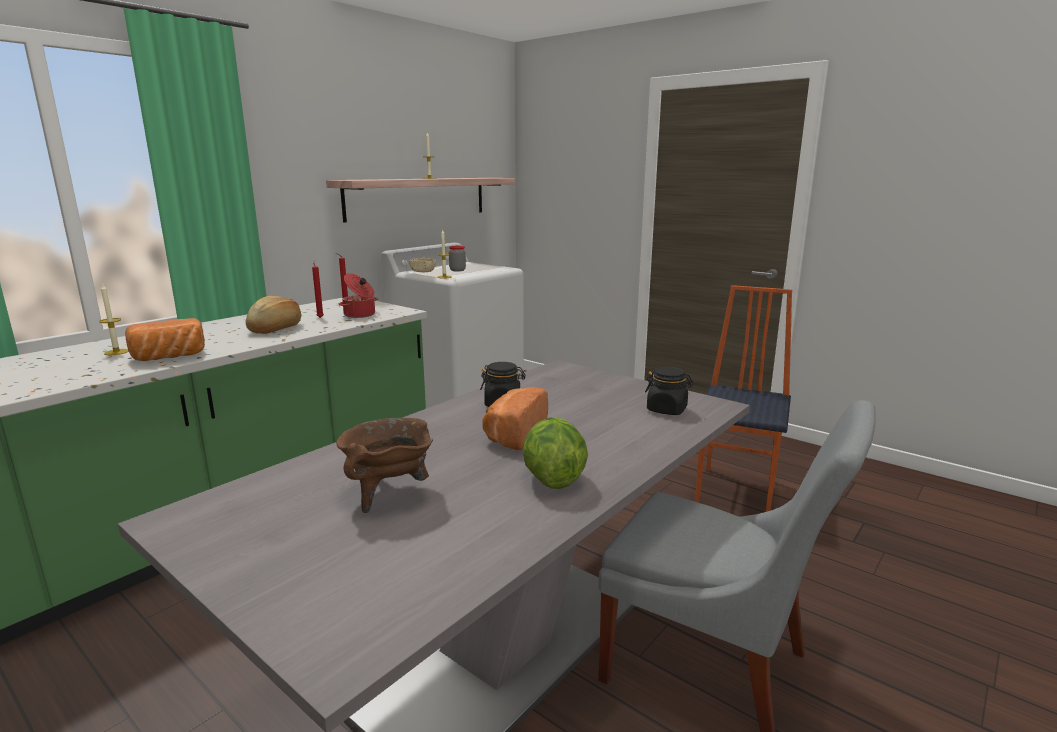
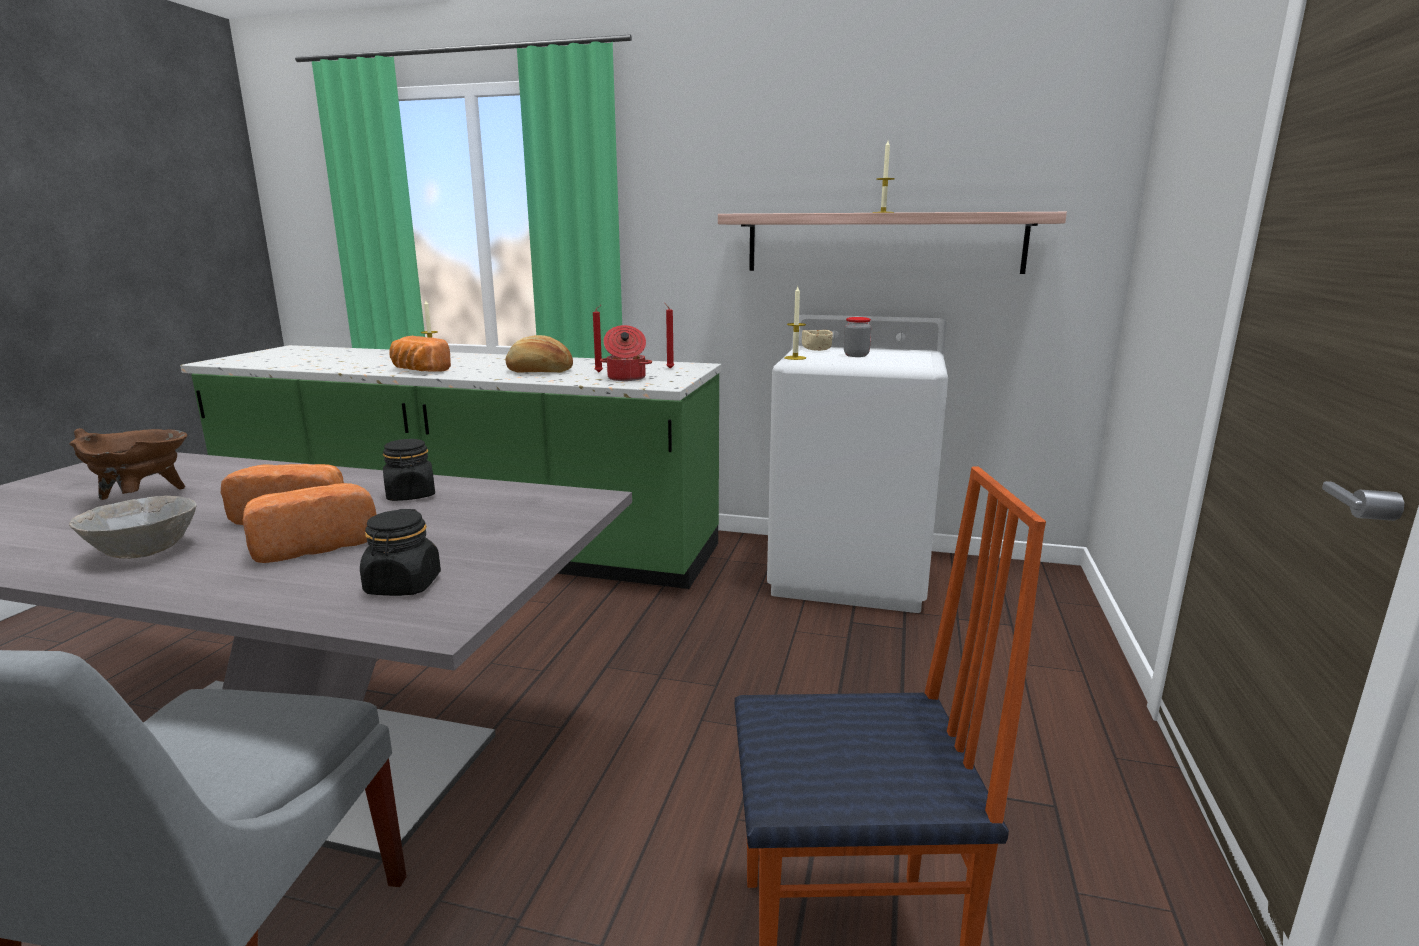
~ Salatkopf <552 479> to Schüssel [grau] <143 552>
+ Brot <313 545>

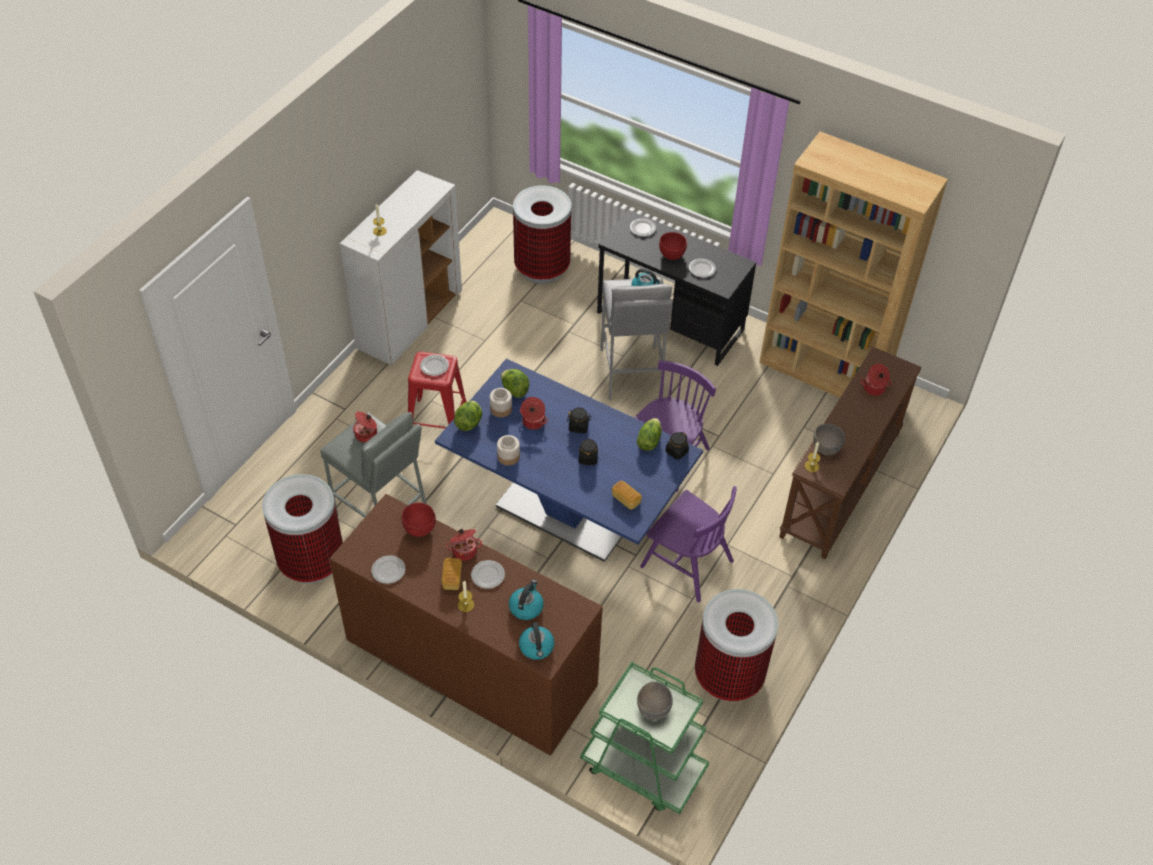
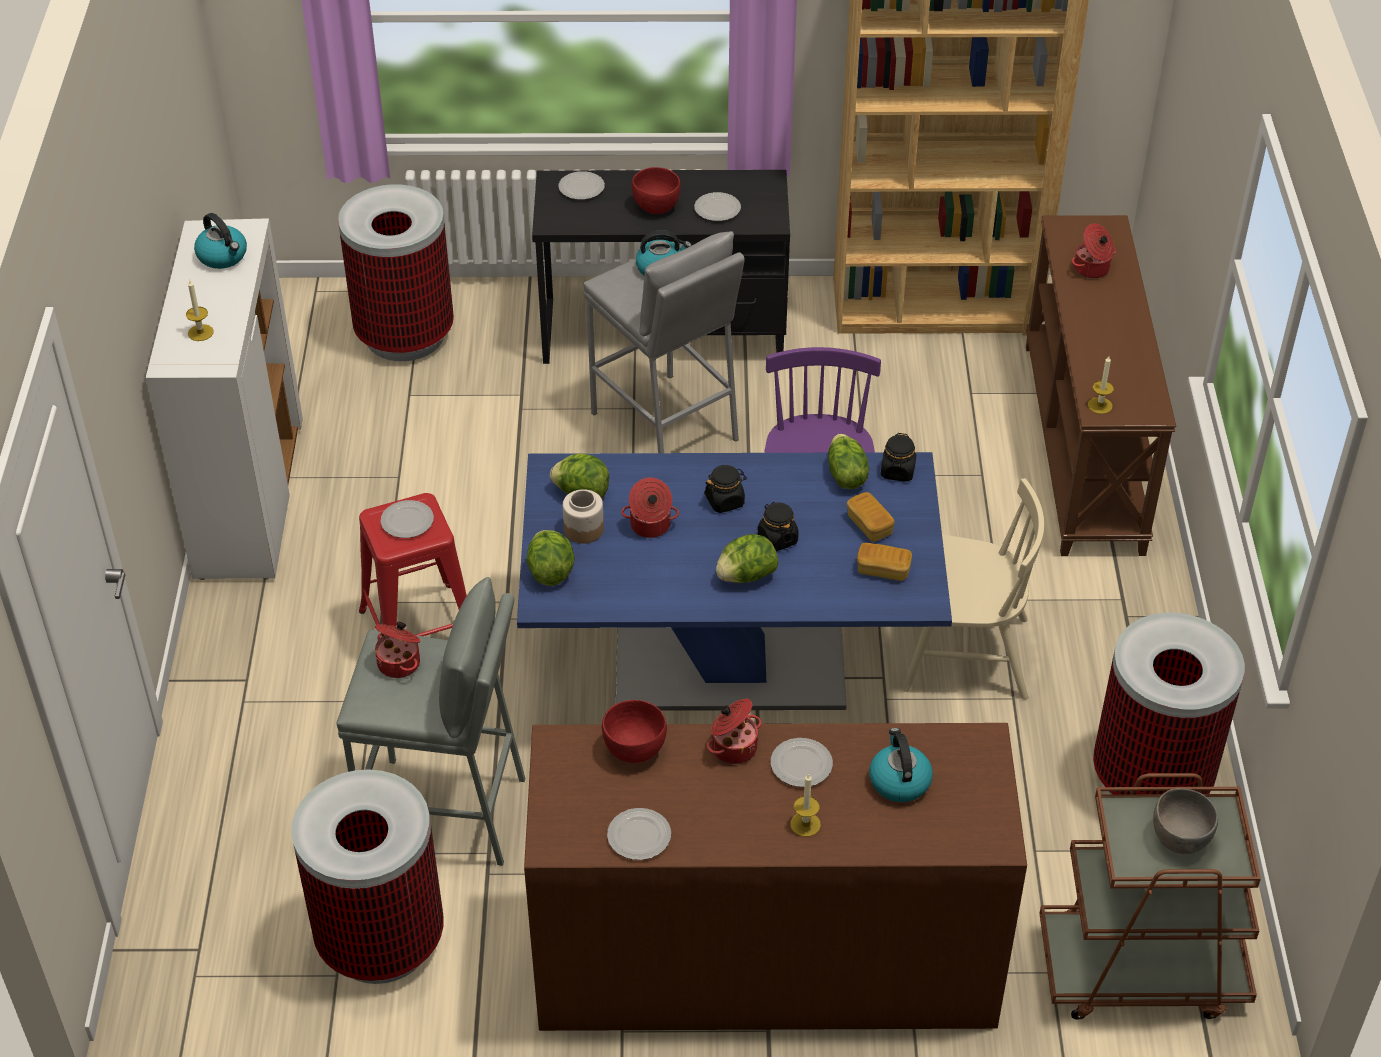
- Schüssel [grau] <826 448>
- Vorratsglas <508 457>
~ Stuhl [lila] <686 563> to Stuhl [beige] <964 653>
~ Brot <452 578> to <869 525>
~ Wasserkessel <537 647> to <223 256>
~ Rollwagen [grün] <643 767> to Rollwagen [braun] <1140 970>
+ Salatkopf <746 576>

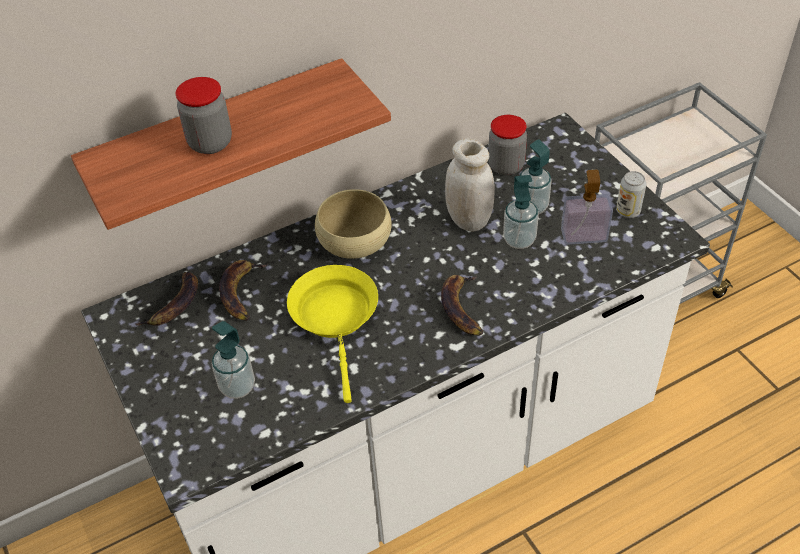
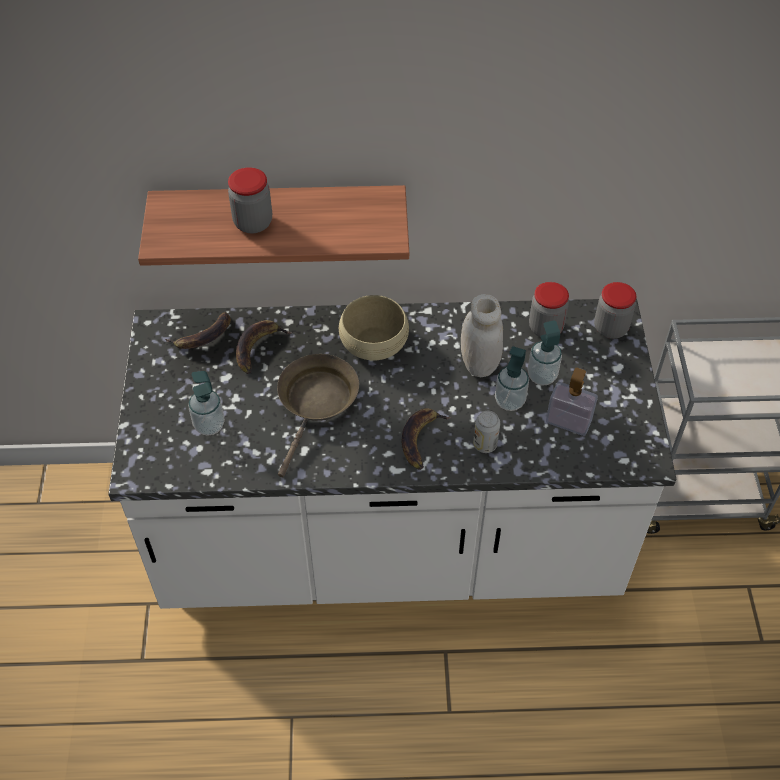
~ Dose <628 211> to <485 444>
~ Pfanne [gelb] <336 318> to Pfanne [braun] <316 403>
+ Vorratsglas <610 328>

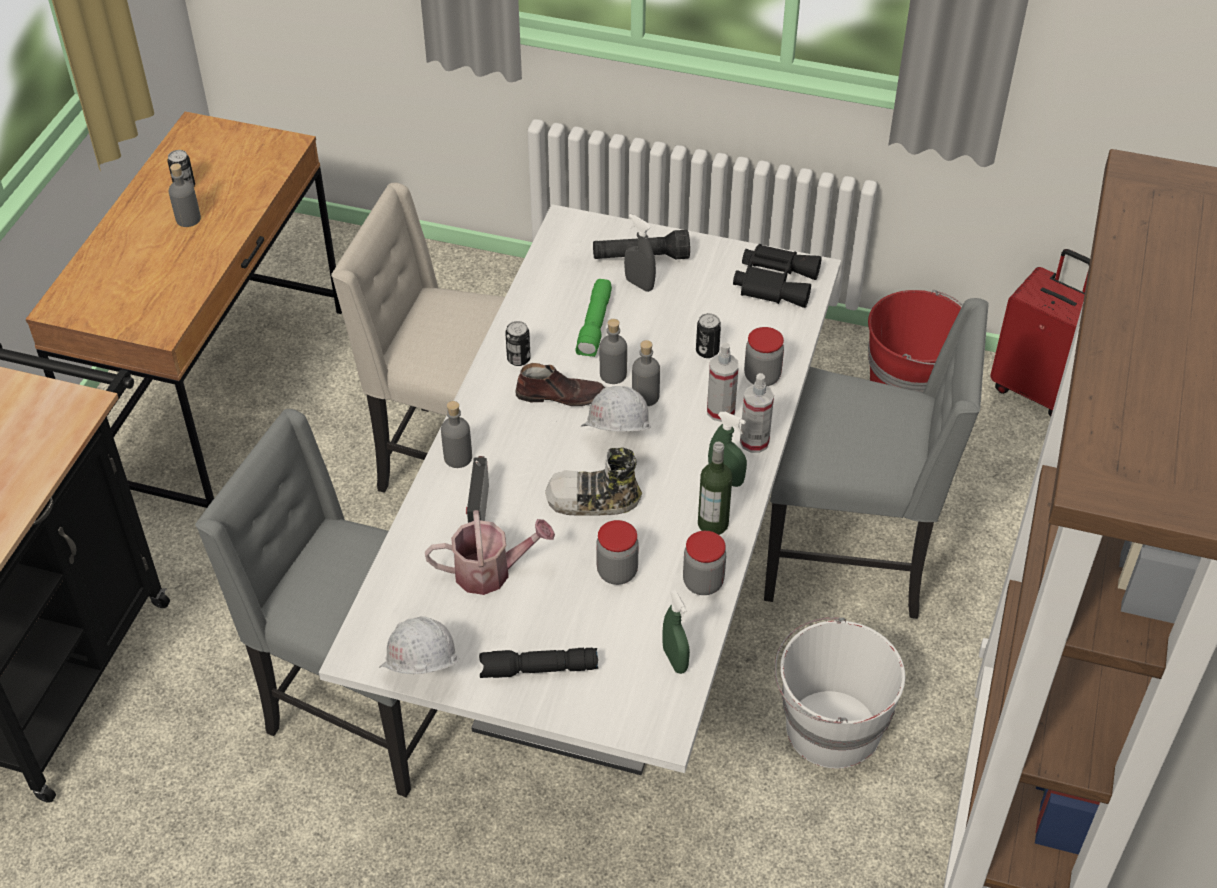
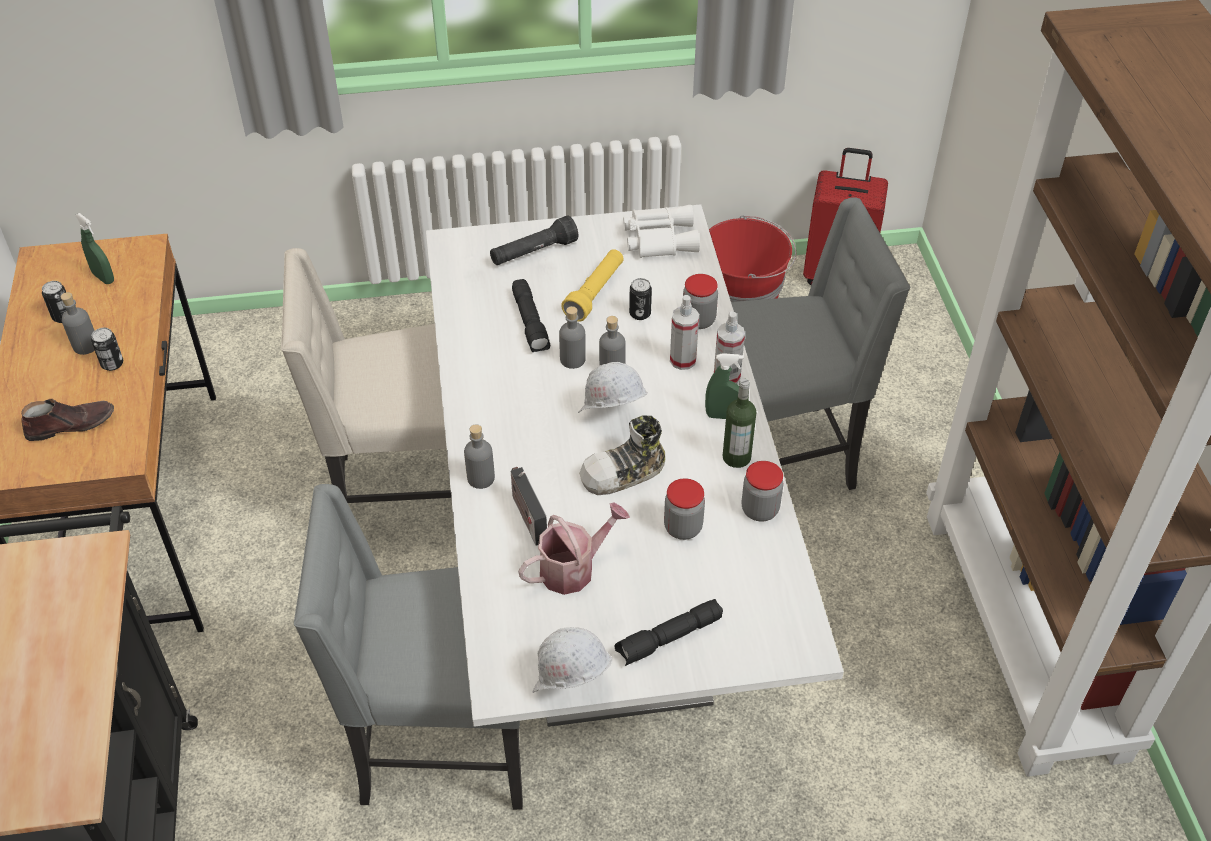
- Sprühflasche [grau] <639 284>
~ Fernglas [schwarz] <774 281> to Fernglas [weiß] <658 238>
~ Taschenlampe [grün] <595 326> to Taschenlampe [schwarz] <531 323>
~ Dose <518 359> to <112 364>
~ Schuh [braun] <561 395> to <71 424>
~ Sprühflasche [grün] <675 660> to <103 277>
- Eimer [weiß] <830 729>
+ Taschenlampe [gelb] <595 293>

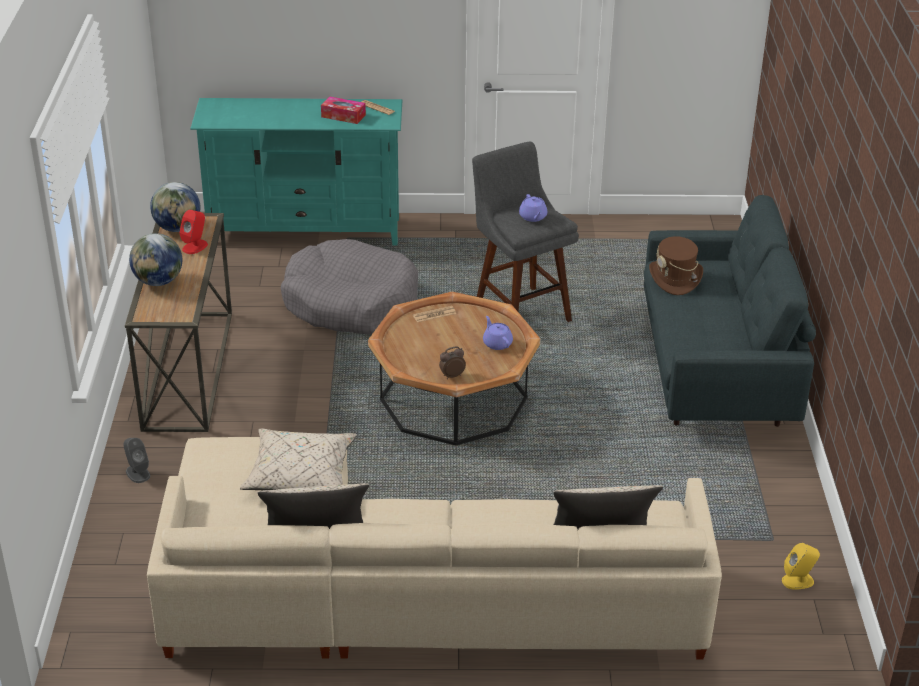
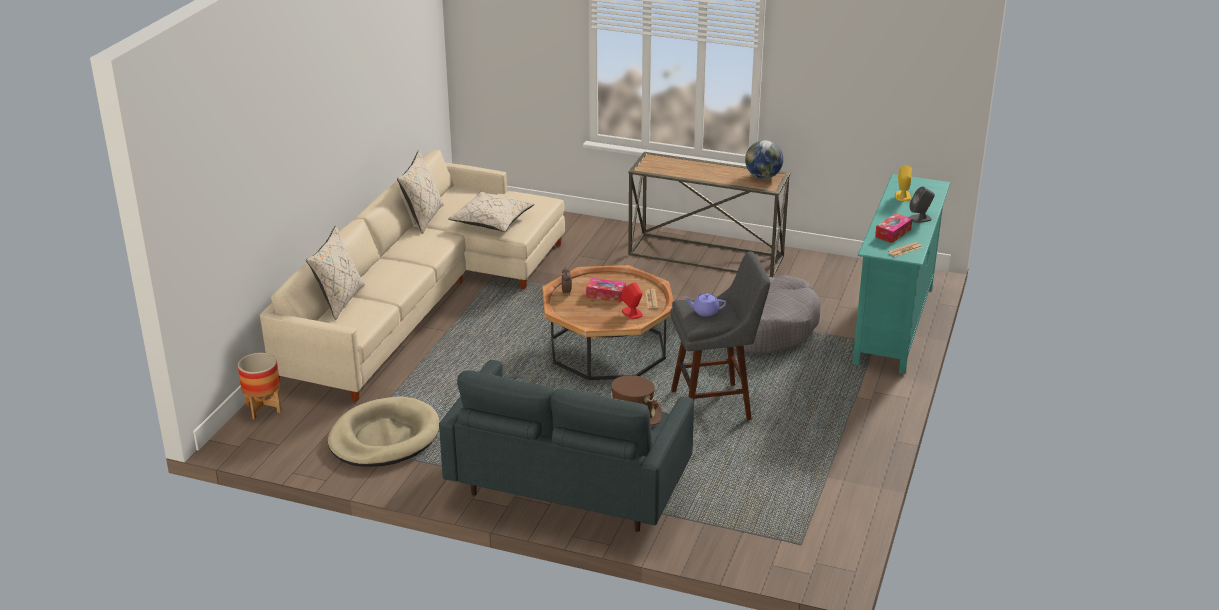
~ Lautsprecher [rot] <195 246> to <632 313>
- Globus <158 282>
- Teekanne [lila] <497 343>
~ Lautsprecher [grau] <137 473> to <920 218>
~ Lautsprecher [gelb] <798 581> to <903 196>
+ Taschentuchbox <606 295>
+ Pflanzkübel <263 408>
+ Hundebett [beige] <384 437>

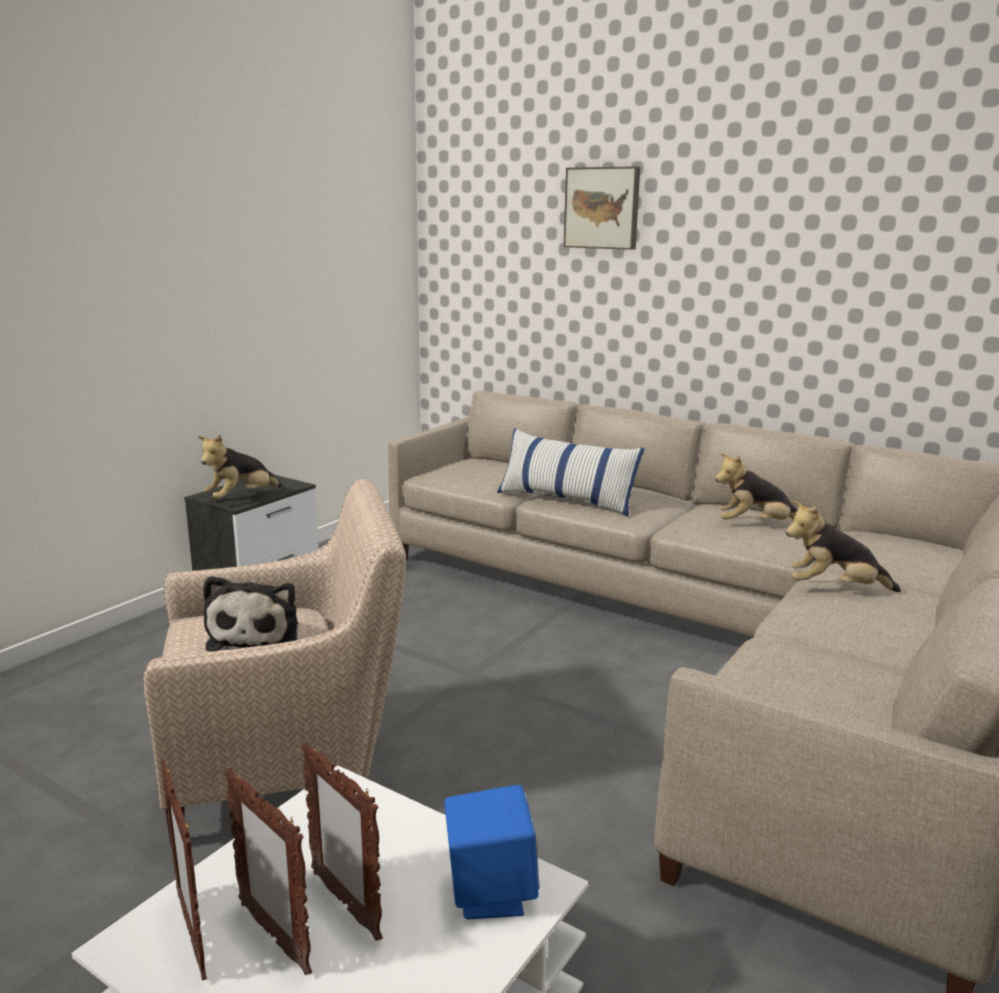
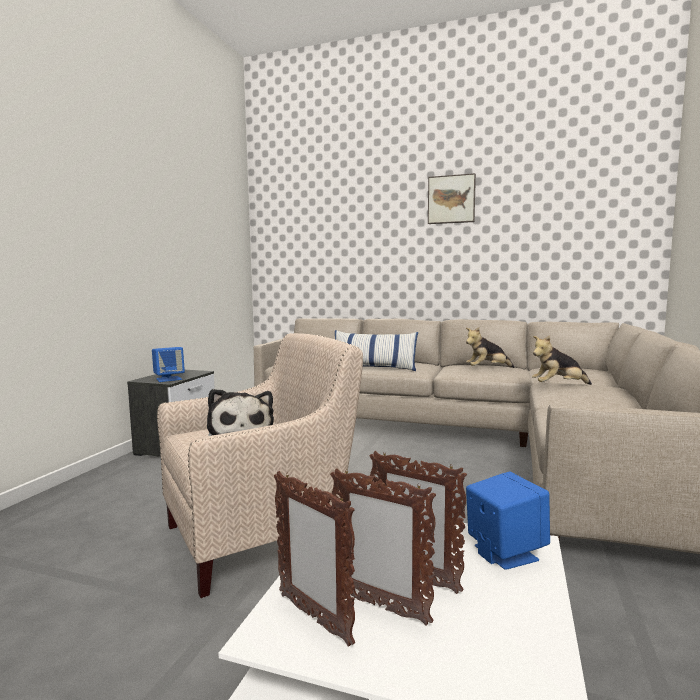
~ Bild <602 208> to <451 199>
~ Plüschtier <241 498> to Lautsprecher [blau] <169 379>

